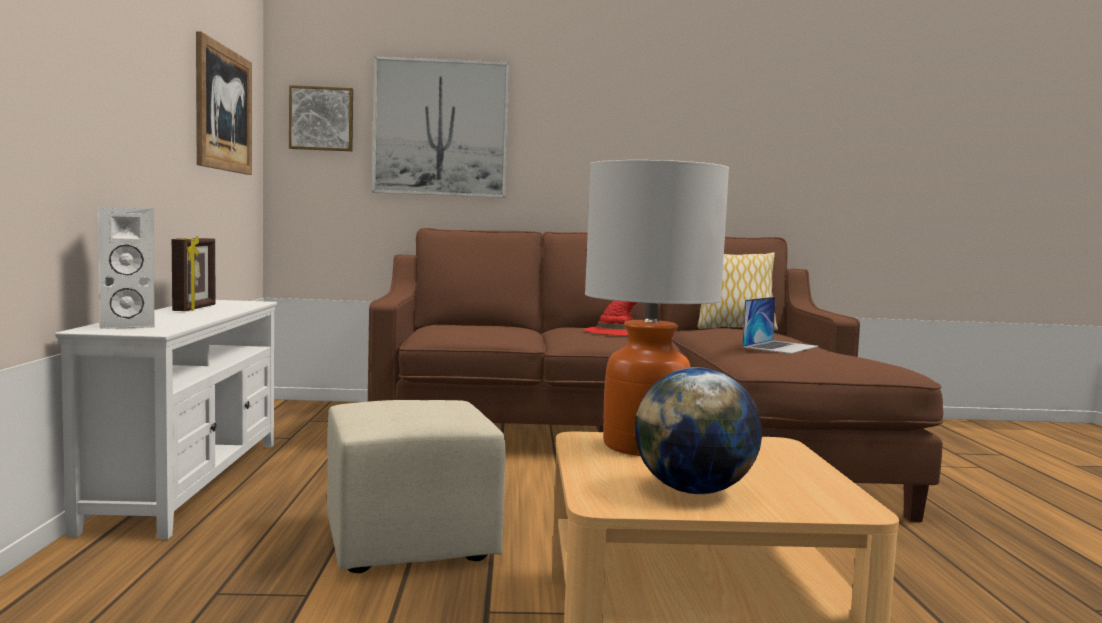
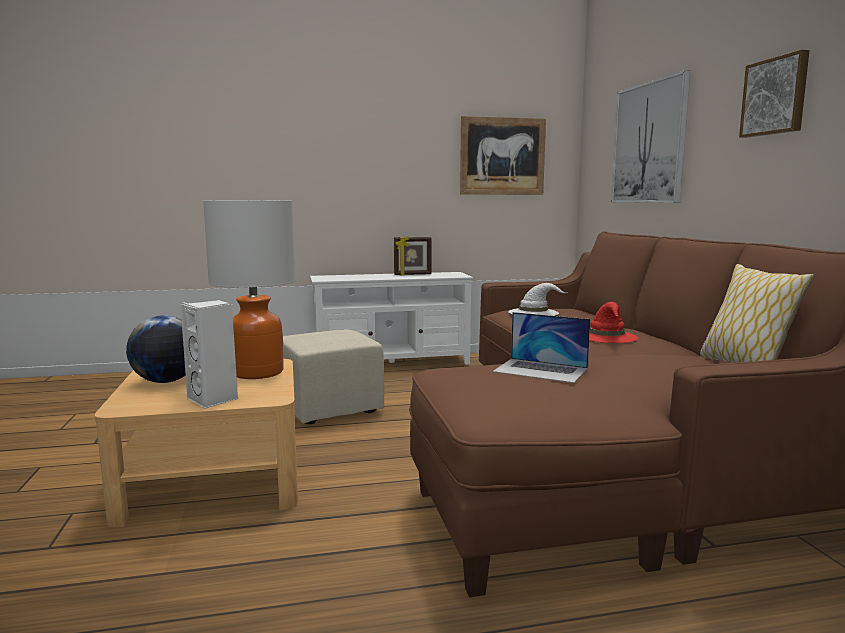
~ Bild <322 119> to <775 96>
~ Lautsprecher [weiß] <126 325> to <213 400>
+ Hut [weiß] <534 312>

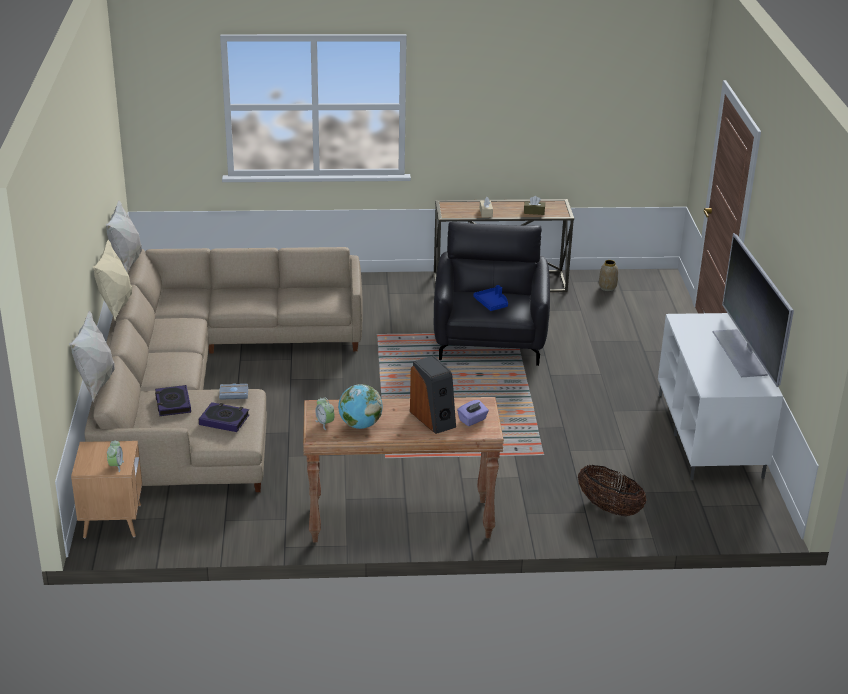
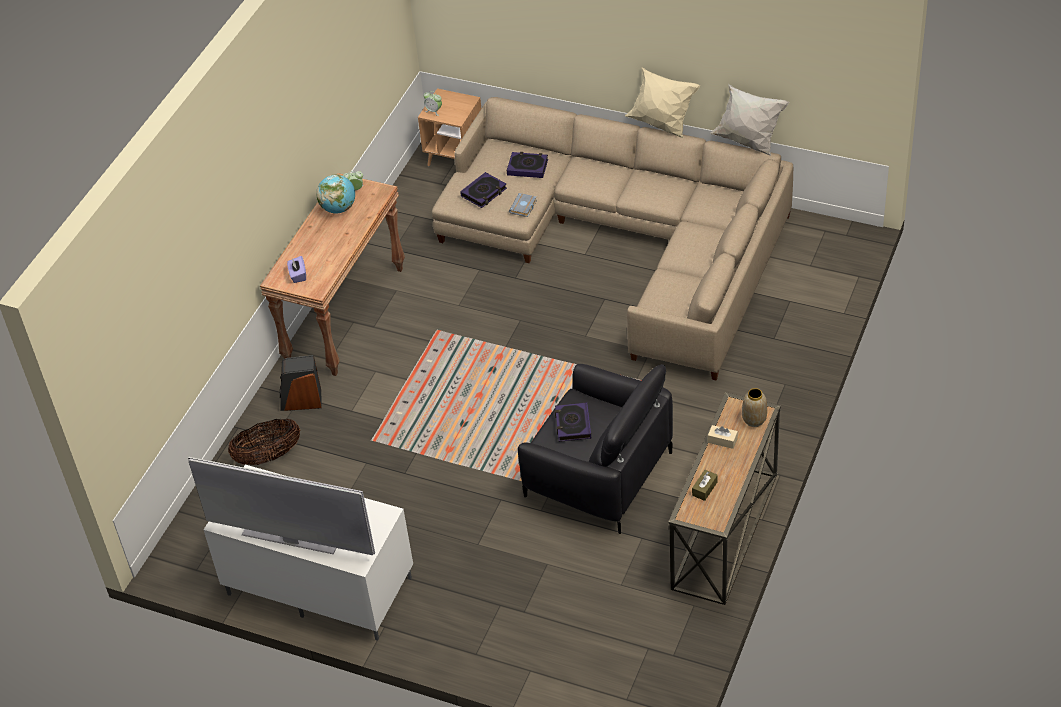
~ Vase <607 287> to <754 420>
~ Tablett [blau] <492 303> to Buch <573 424>
- Kissen [weiß] <96 384>
~ Lautsprecher <433 418> to <301 400>

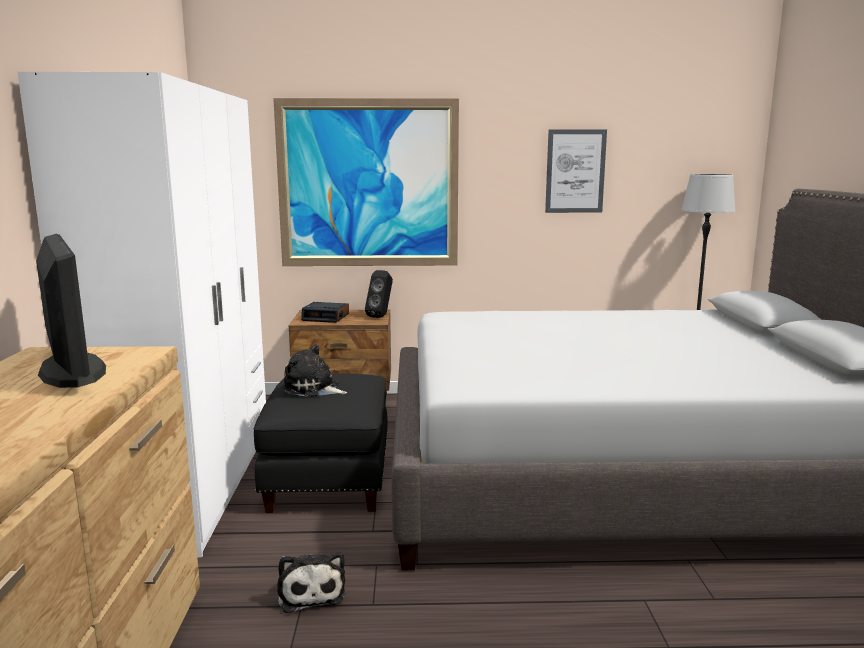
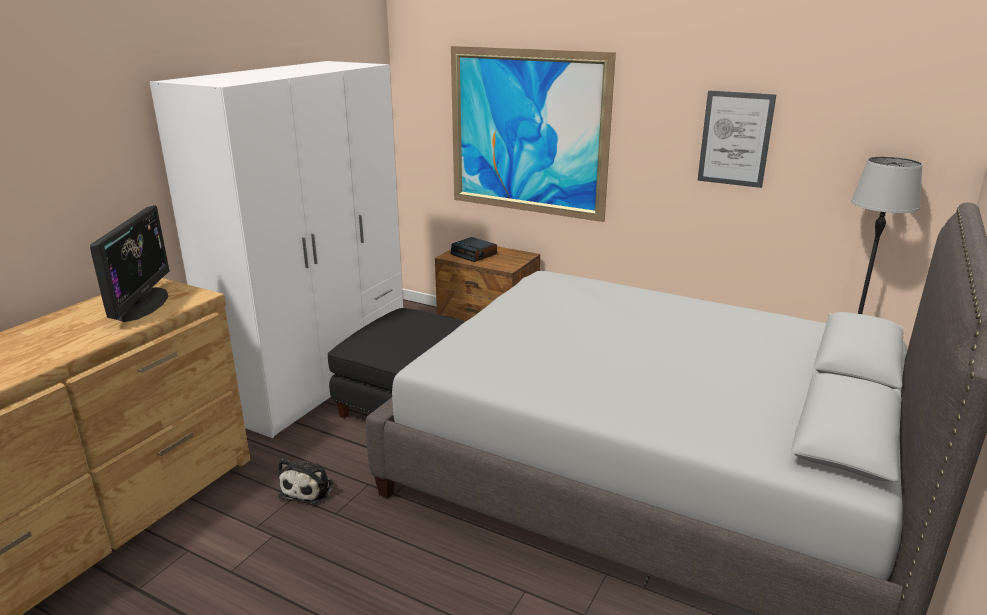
- Lautsprecher [schwarz] <381 316>
- Plüschtier <313 389>

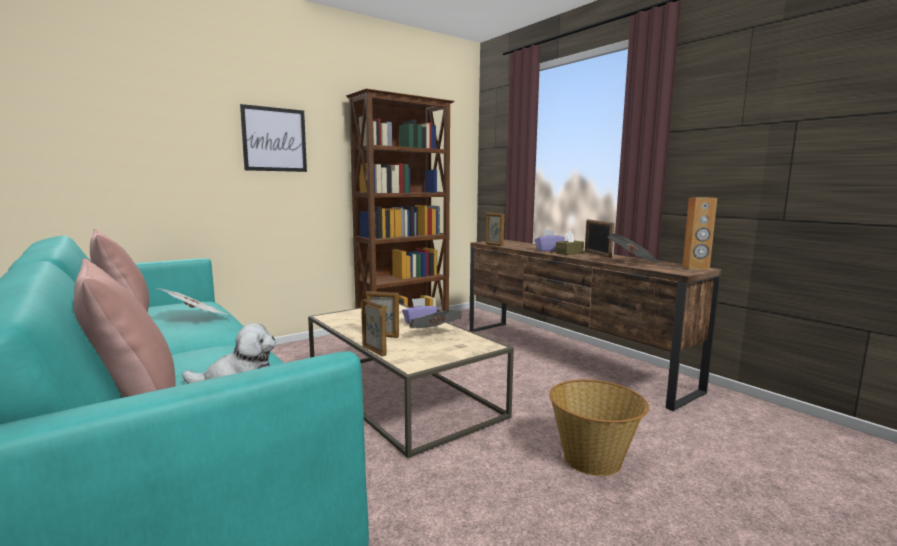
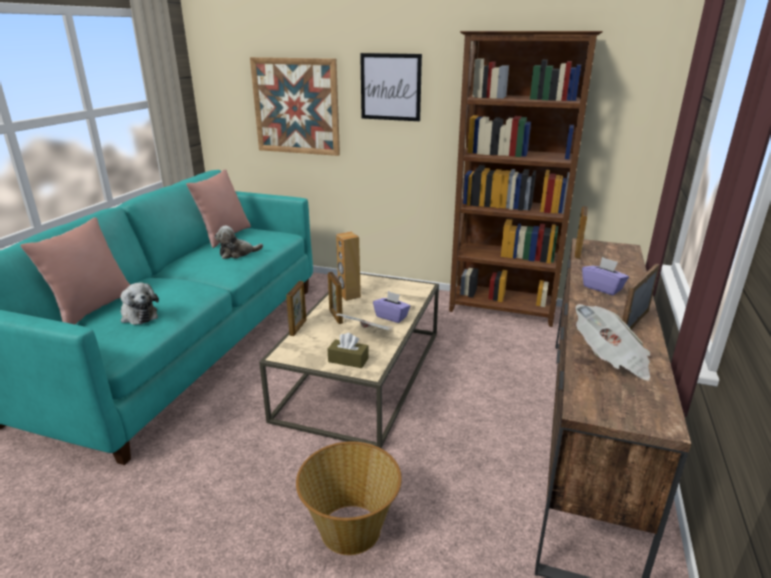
~ Lautsprecher [braun] <695 268> to <349 295>
~ Taschentuchbox [braun] <569 253> to <348 360>
~ Zeitung <197 319> to Plüschtier <237 253>
+ Bild <296 106>

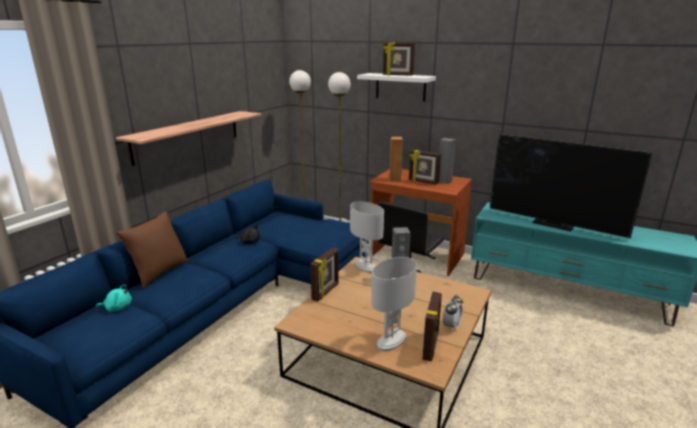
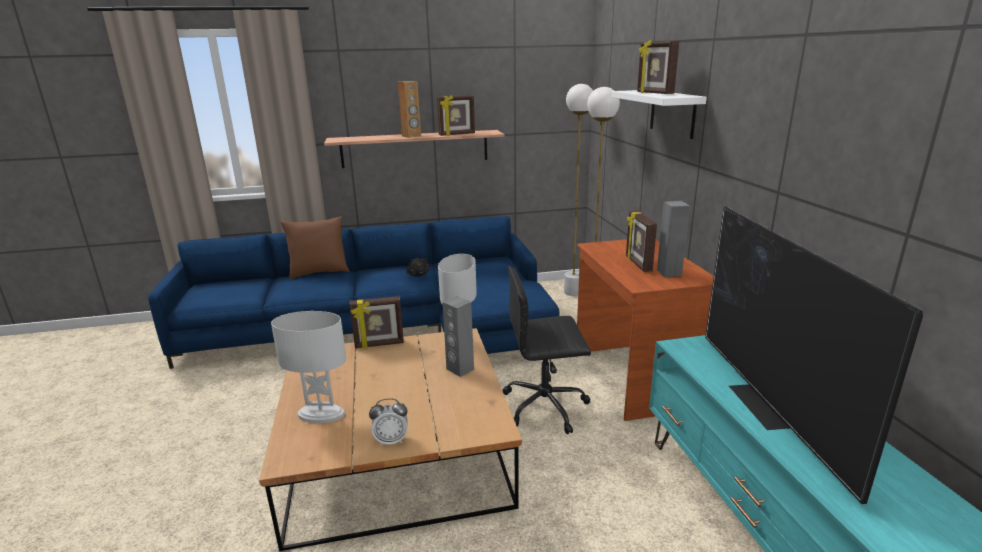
~ Lautsprecher [braun] <395 179> to <411 136>
- Plüschtier [türkis] <117 307>
~ Bilderrahmen <431 346> to <457 134>

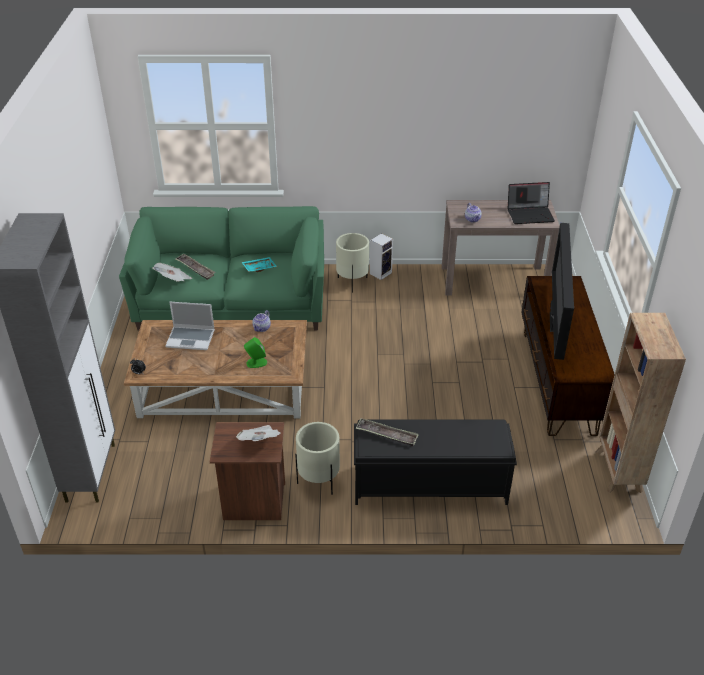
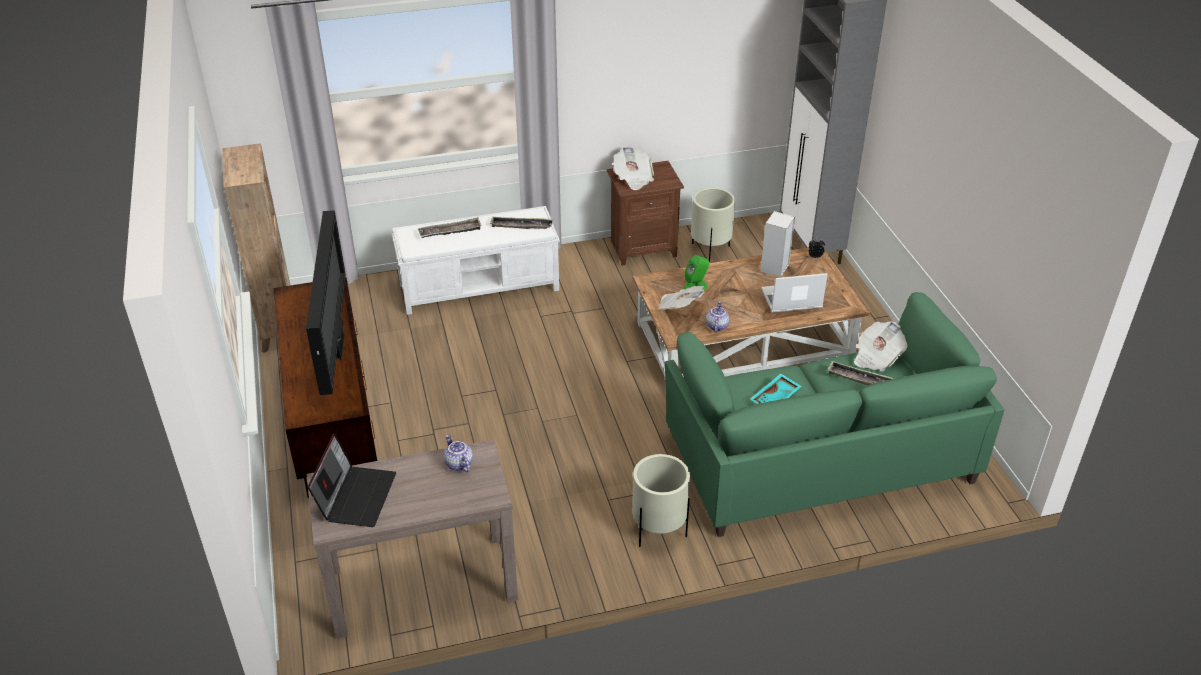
~ Laptop <530 214> = <356 496> 120 degrees clockwise
~ Lautsprecher <381 273> to <774 268>
~ Bank [schwarz] <428 485> to Bank [weiß] <480 287>
~ Pflanzkübel [beige] <318 481> to <710 251>
+ Tablett <450 231>
+ Zeitung <679 307>

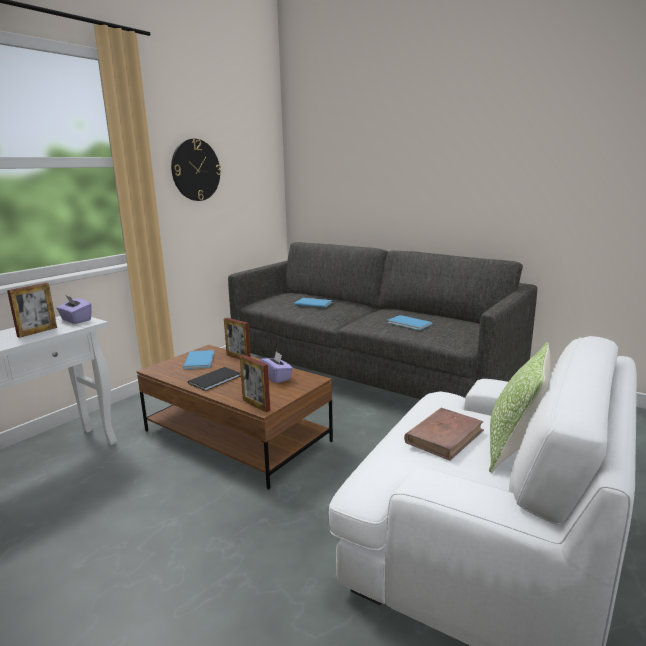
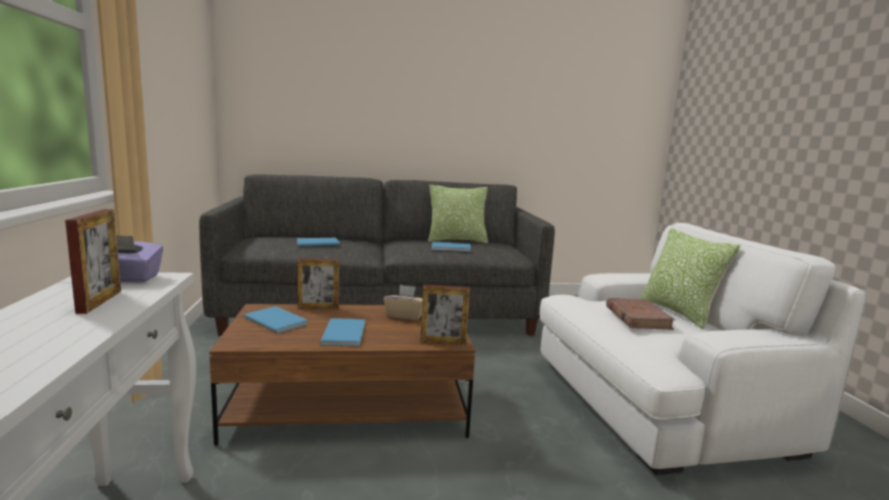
- Wanduhr <195 170>
~ Taschentuchbox [lila] <277 377> to Taschentuchbox [beige] <405 316>
~ Buch [schwarz] <217 379> to Buch [blau] <346 332>
+ Kissen <457 240>

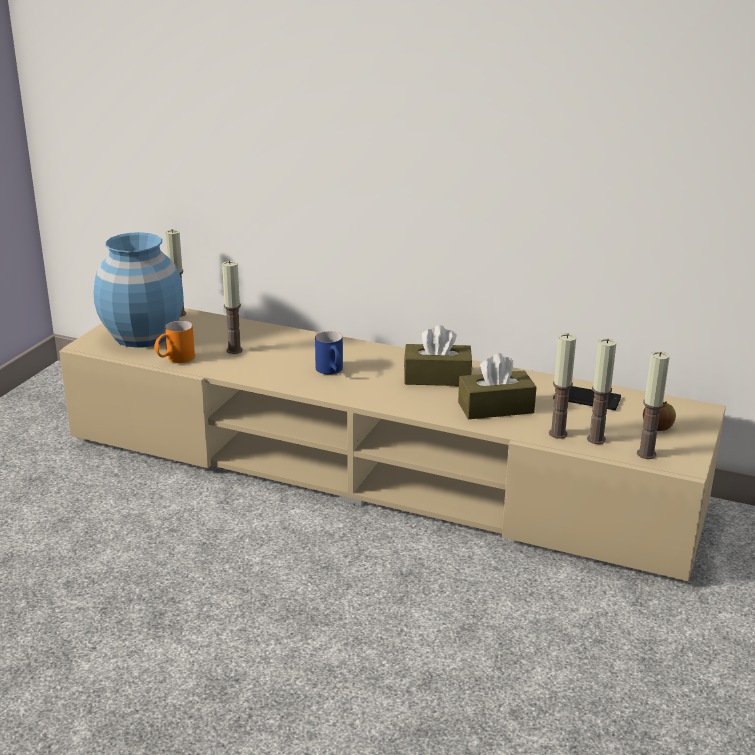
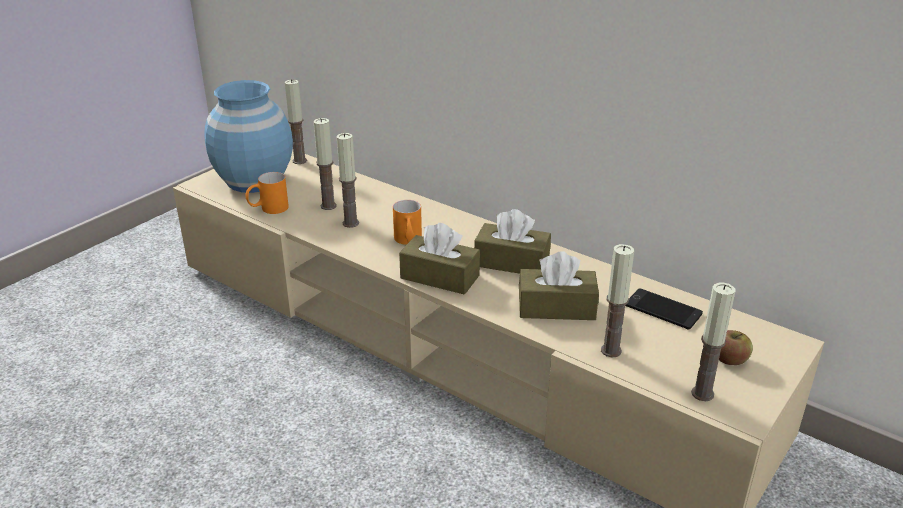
~ Henkelbecher [blau] <331 371> to Henkelbecher [orange] <408 241>
~ Kerze <596 439> to <350 223>
+ Taschentuchbox [braun] <439 277>

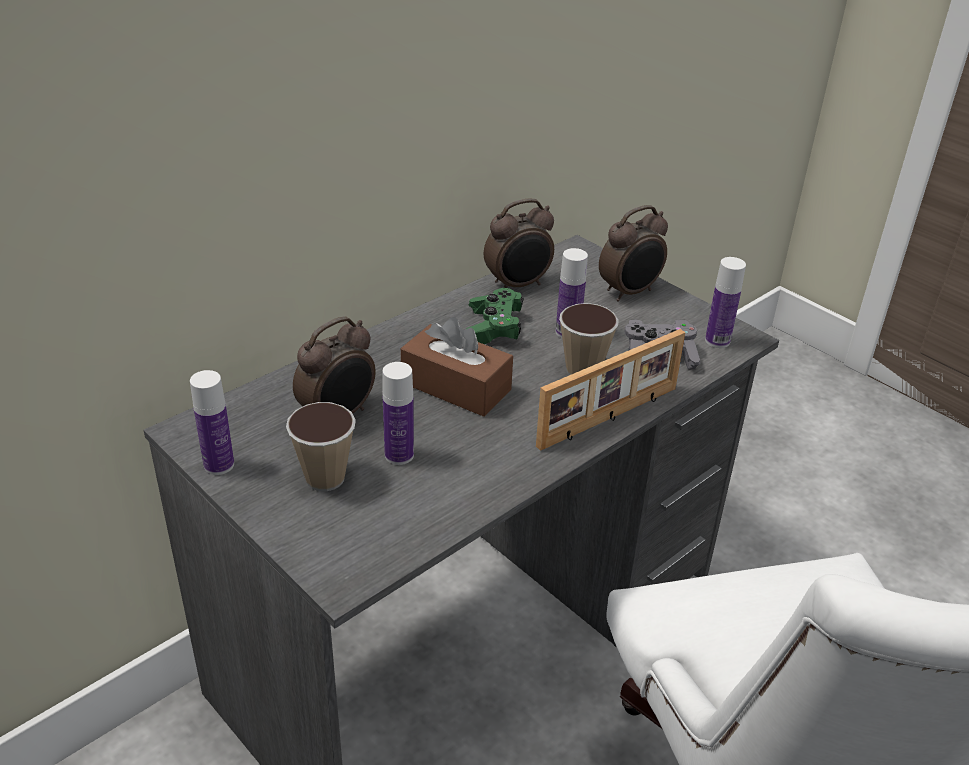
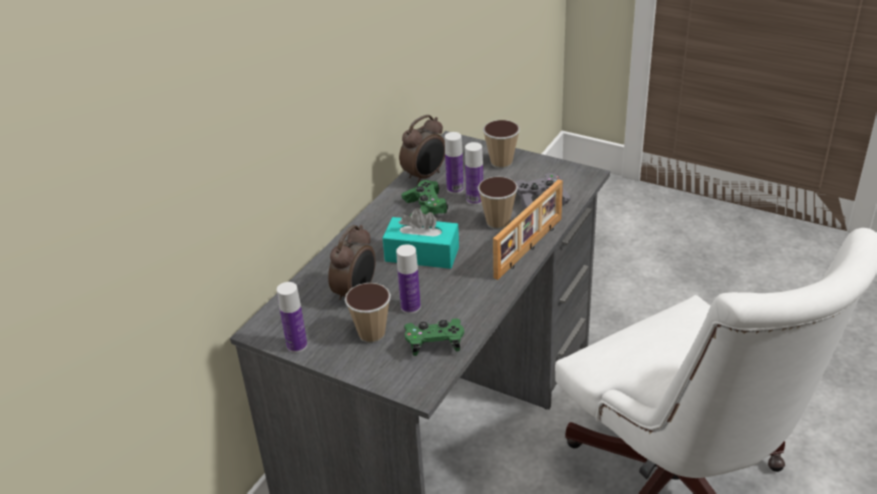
~ Wecker <630 292> to Tasse <501 162>
~ Flasche <717 341> to <455 189>
~ Taschentuchbox [braun] <456 386> to Taschentuchbox [türkis] <422 254>
+ Gamepad [grün] <434 344>

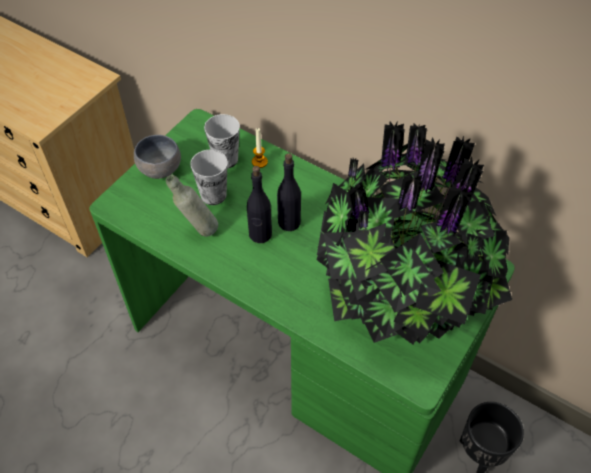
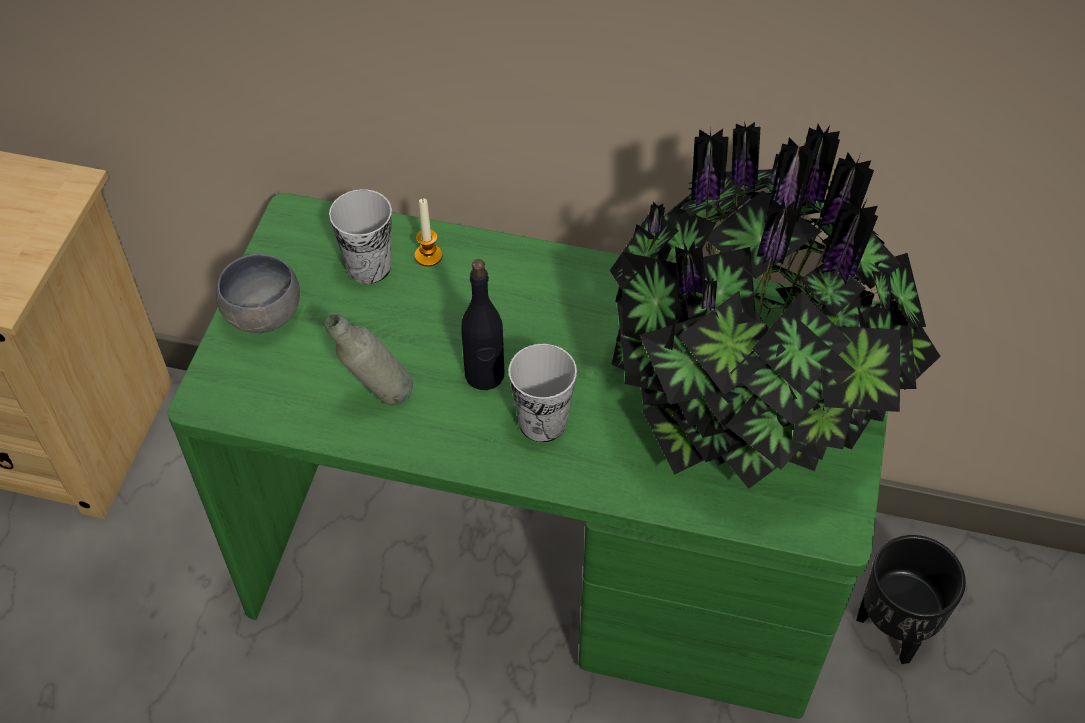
~ Tasse <213 195> to <542 422>
- Flasche [schwarz] <289 222>

